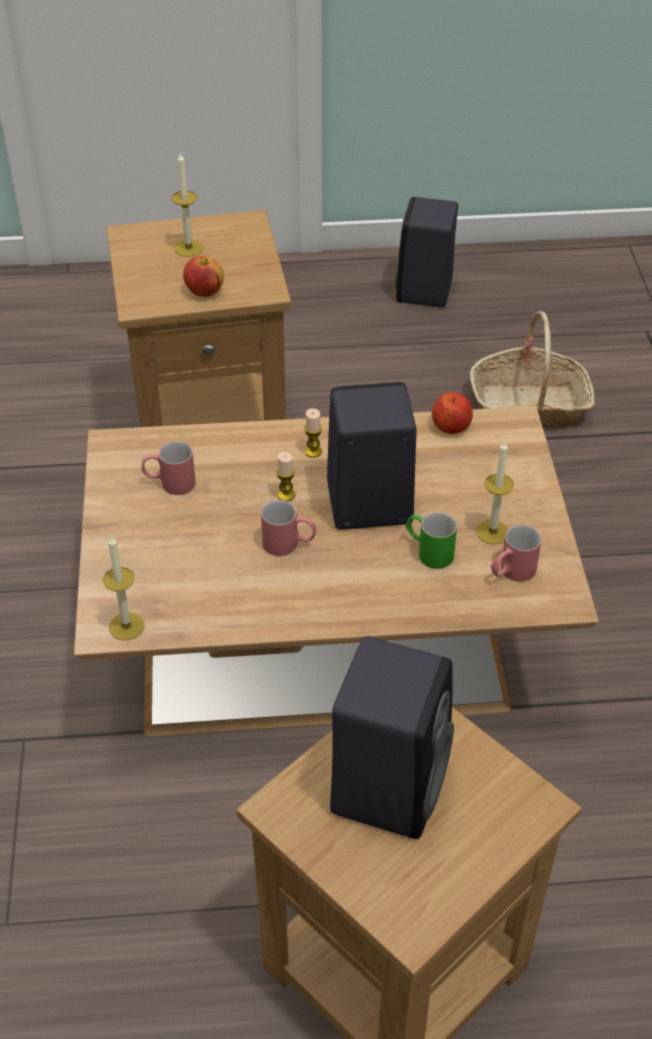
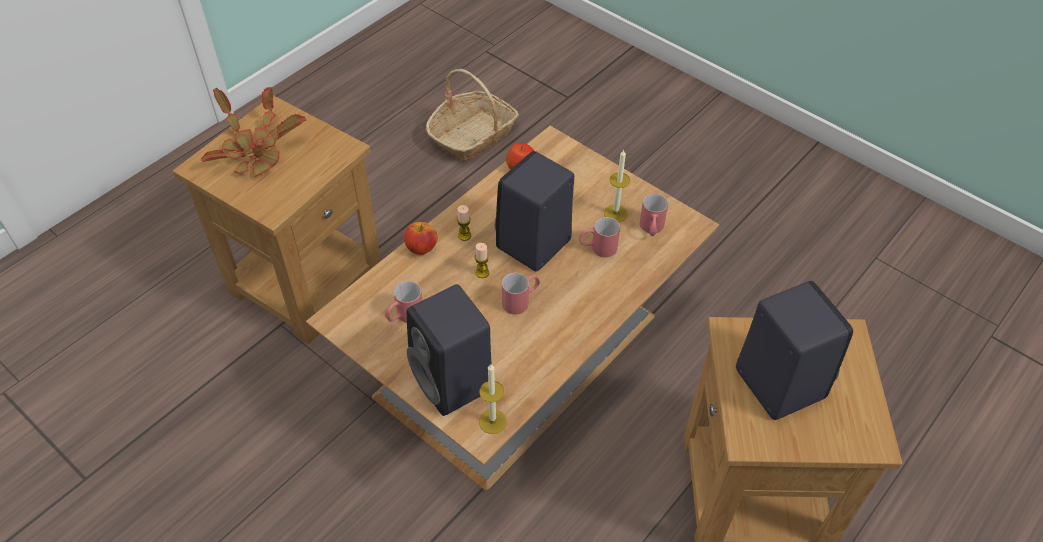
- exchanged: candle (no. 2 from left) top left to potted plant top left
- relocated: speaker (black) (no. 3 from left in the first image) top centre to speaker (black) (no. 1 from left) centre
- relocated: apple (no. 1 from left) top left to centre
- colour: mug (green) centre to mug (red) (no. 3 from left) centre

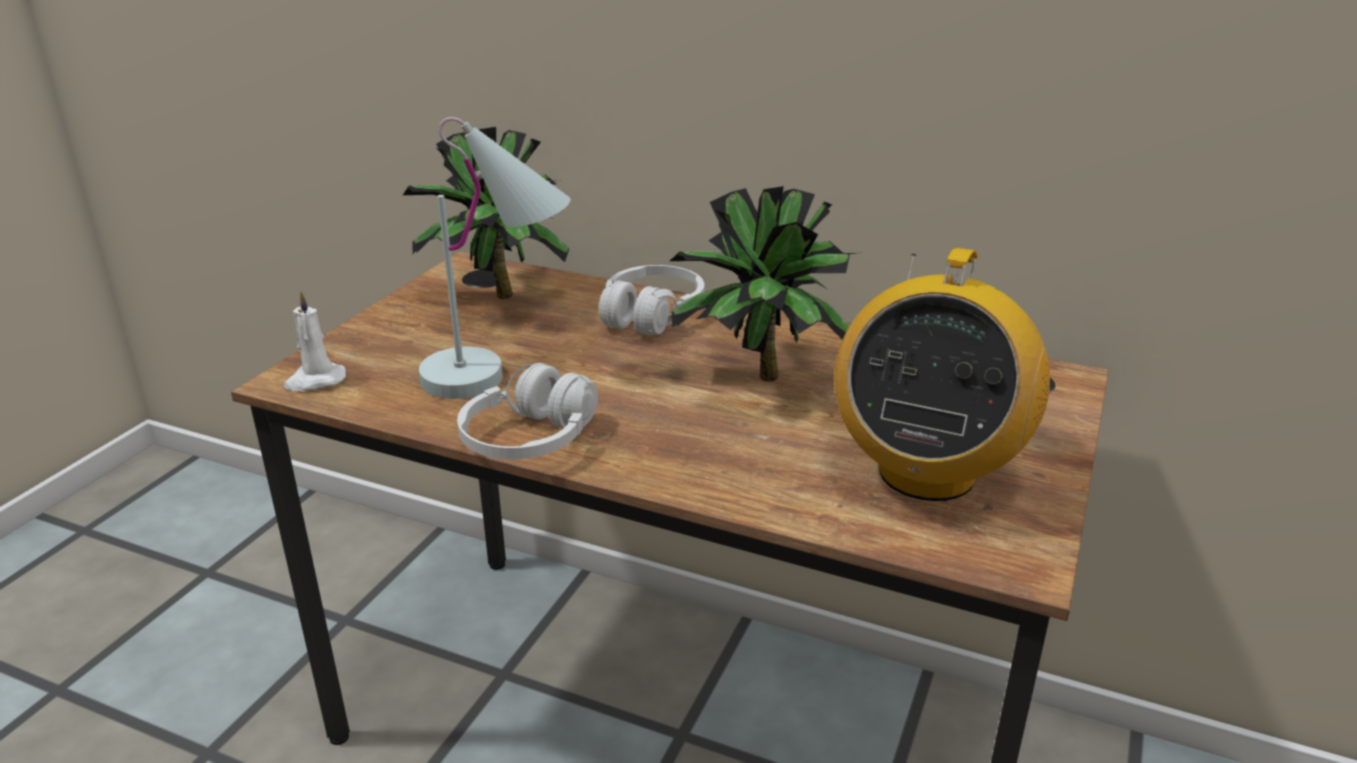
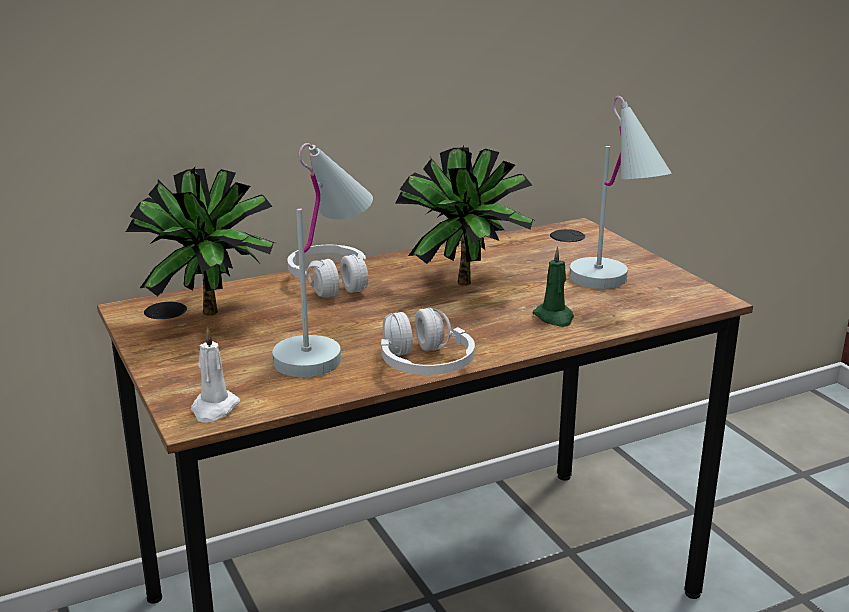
- exchanged: radio middle right to table lamp (white) (no. 2 from left) top right
- appeared: candle (green) centre

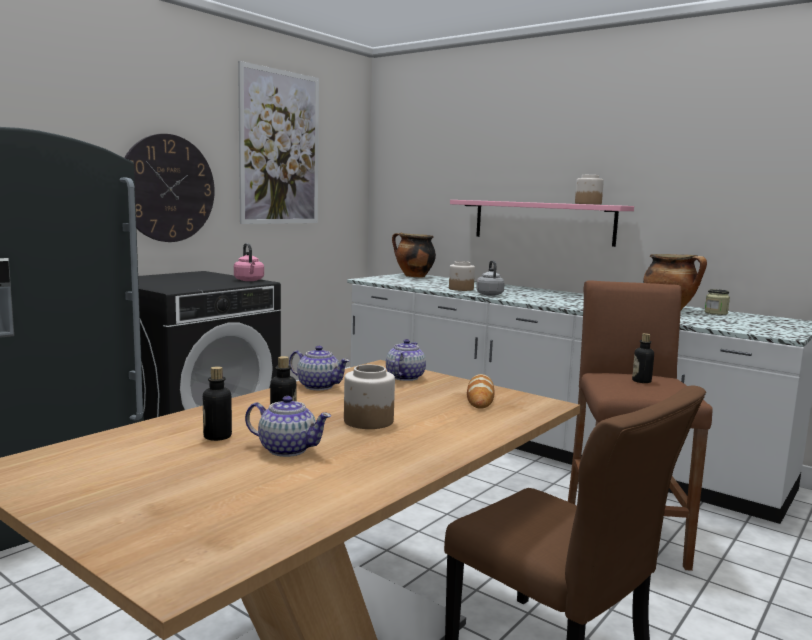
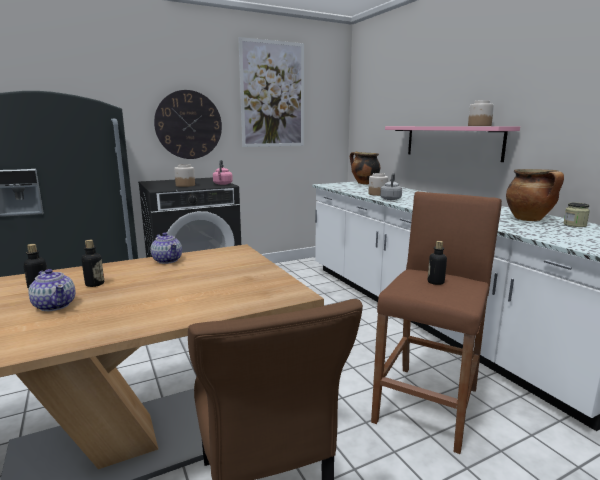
- missing: teapot (no. 3 from left) centre
- relocated: jar (no. 1 from left) centre to middle left
- missing: bread centre

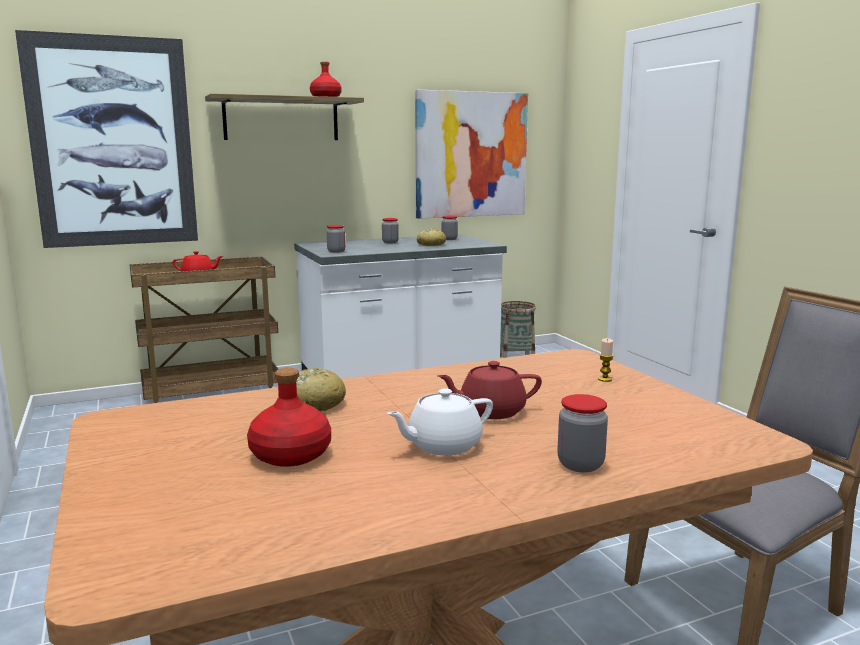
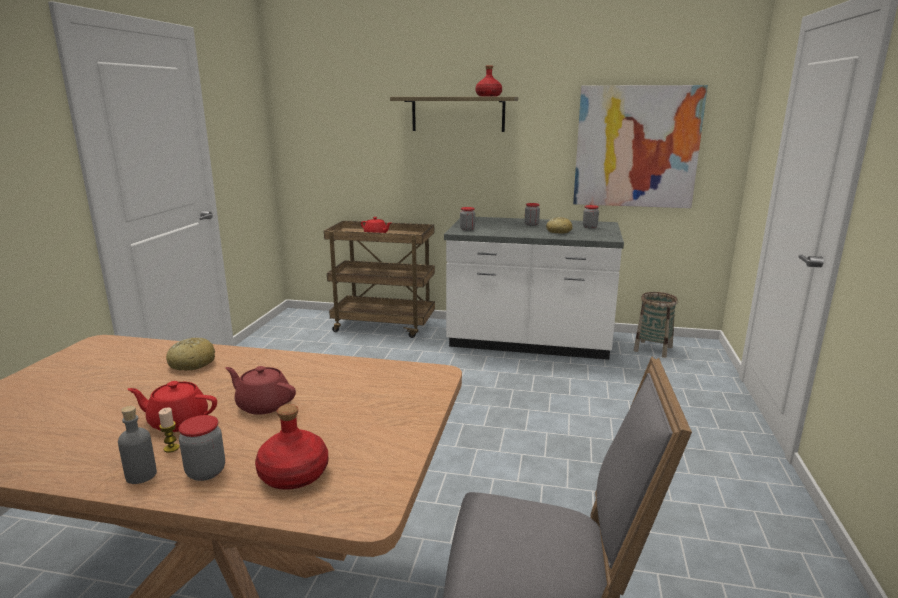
- missing: picture (no. 1 from left) top left
- relocated: candle middle right to bottom left
- relocated: bottle (red) (no. 1 from left) centre to bottom left
- colour: teapot (white) centre to teapot (red) (no. 1 from left) bottom left
- appeared: bottle (grey) bottom left

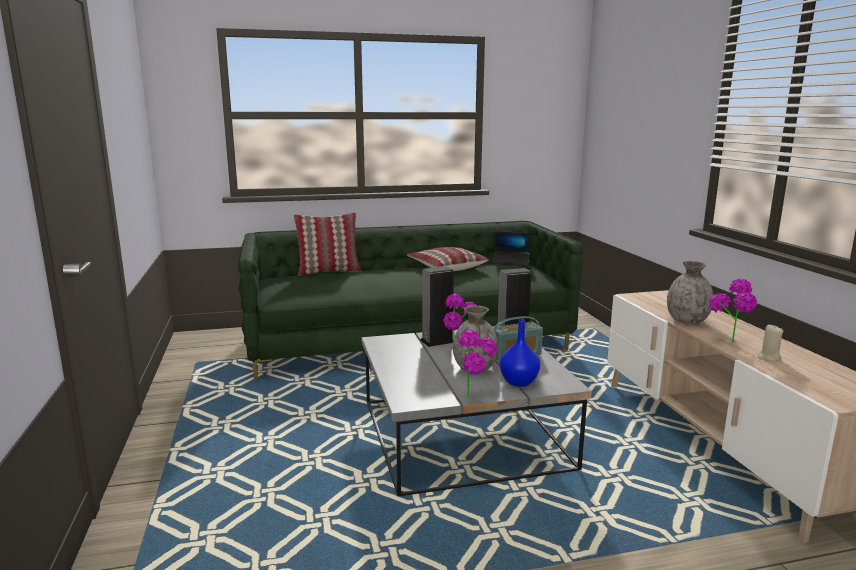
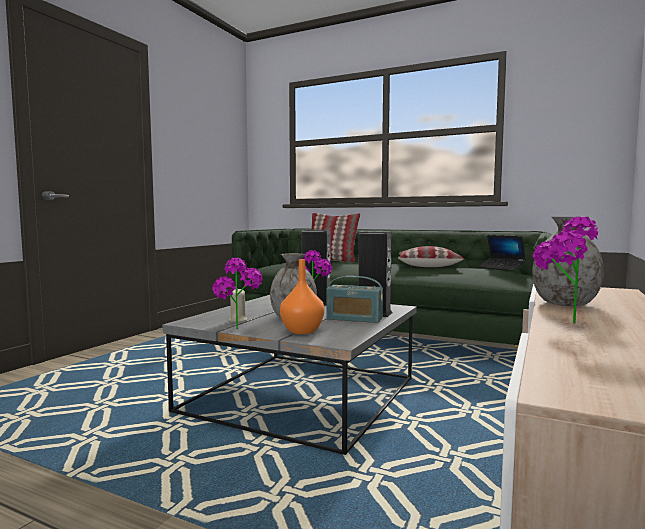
- colour: vase (blue) centre to vase (orange) centre
- relocated: candle (beige) middle right to centre

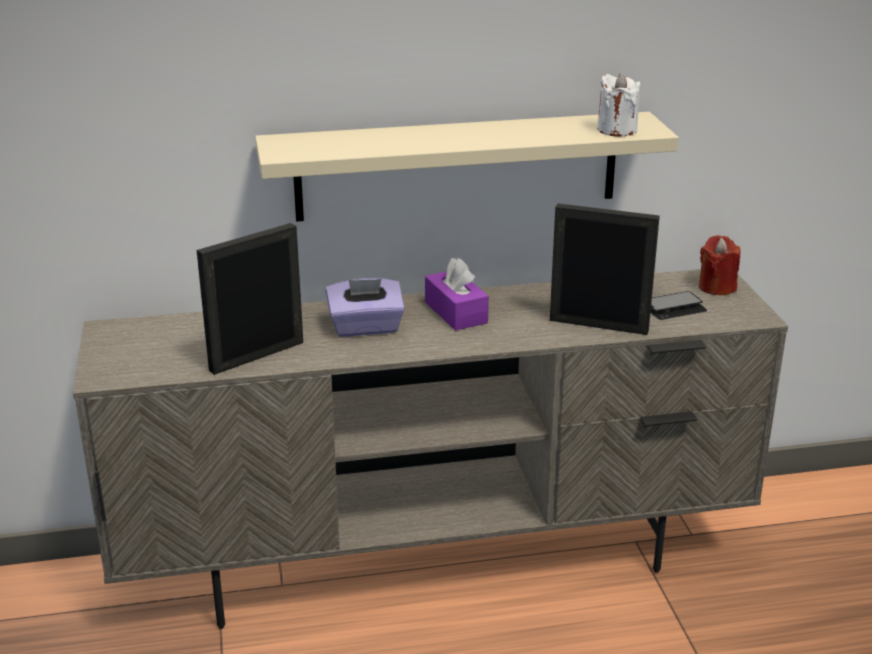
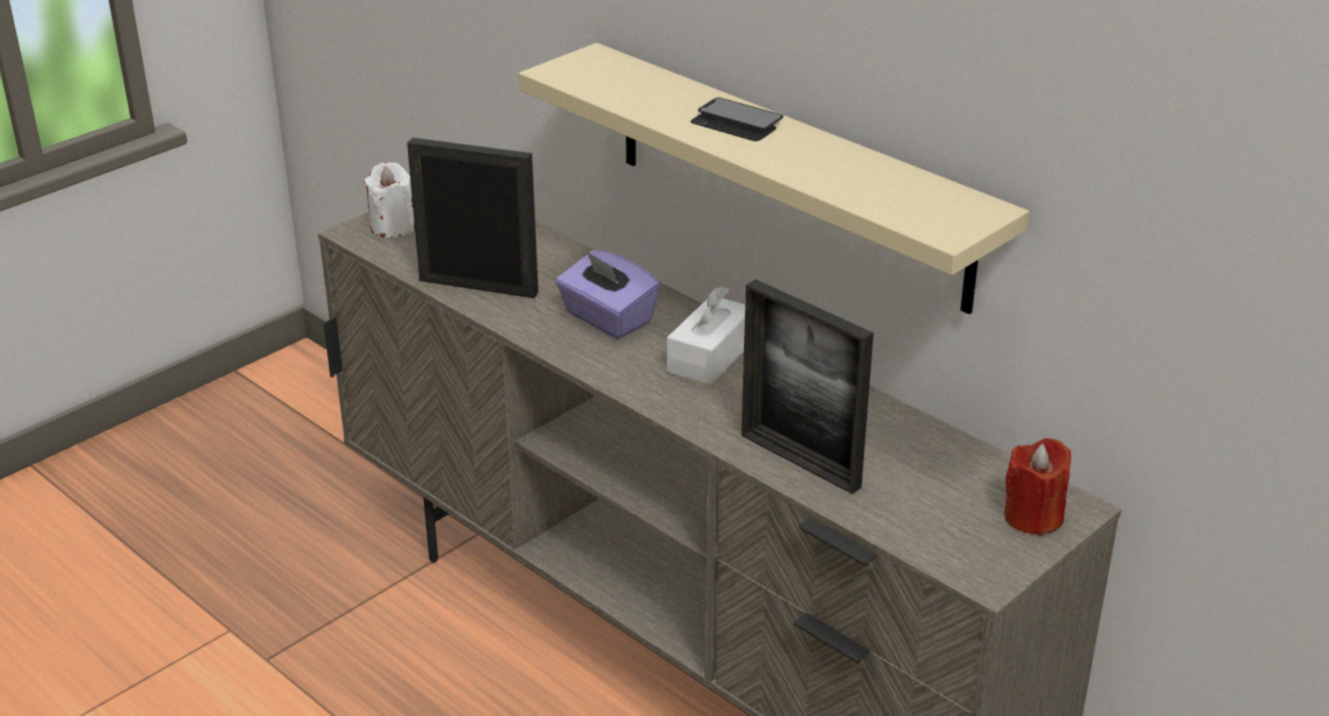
- relocated: candle (white) top right to top left
- spun: picture frame (no. 2 from left) middle right = centre 150 degrees clockwise
- colour: tissue box (purple) (no. 2 from left) centre to tissue box (white) centre
- relocated: phone middle right to top centre

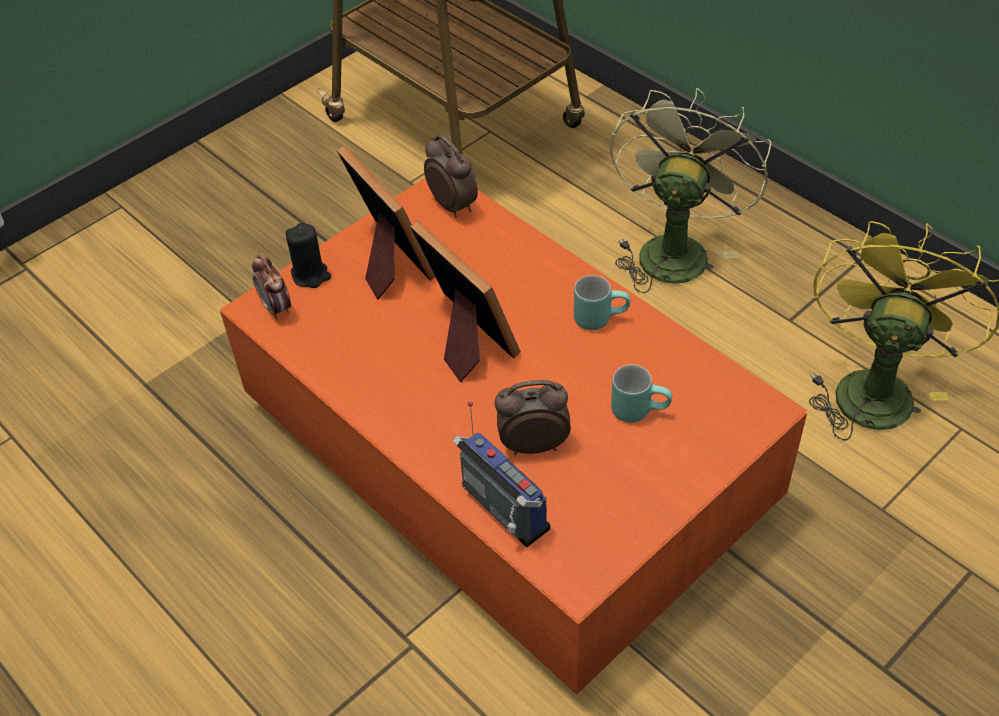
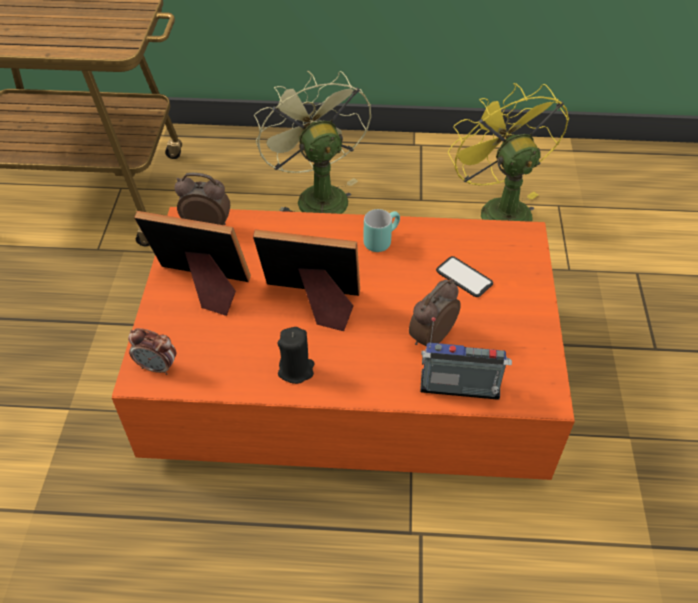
- relocated: candle (black) middle left to centre
- exchanged: mug (turquoise) (no. 2 from left) centre to phone centre

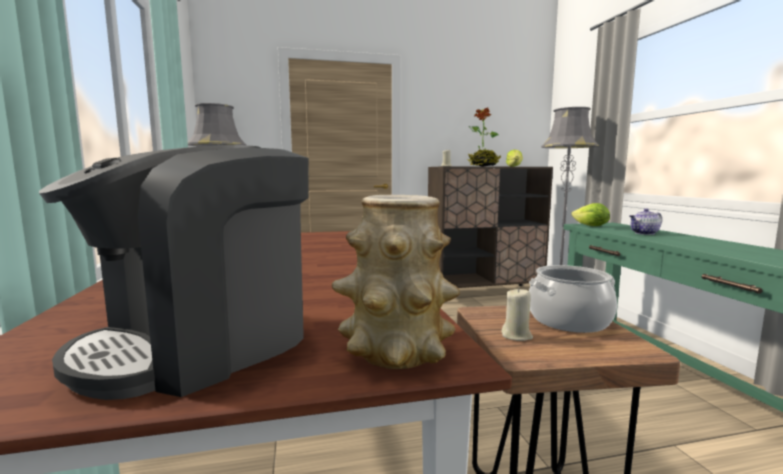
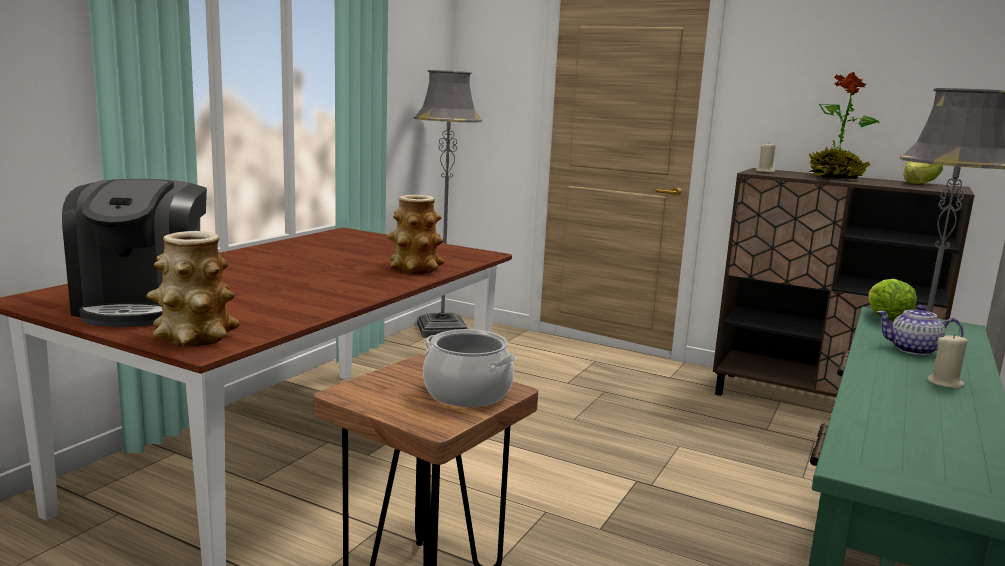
- spun: coffee machine middle left = middle left 90 degrees counterclockwise
- relocated: candle (beige) (no. 2 from left) centre to middle right
- appeared: vase (no. 2 from left) centre

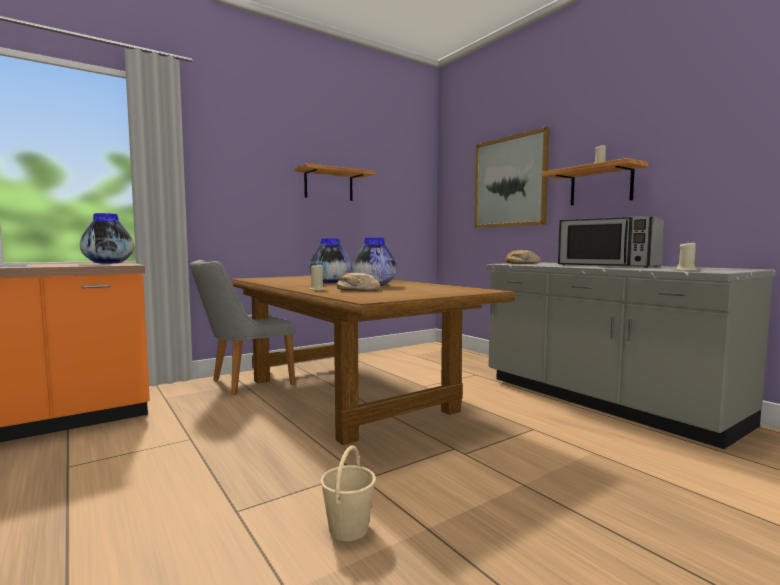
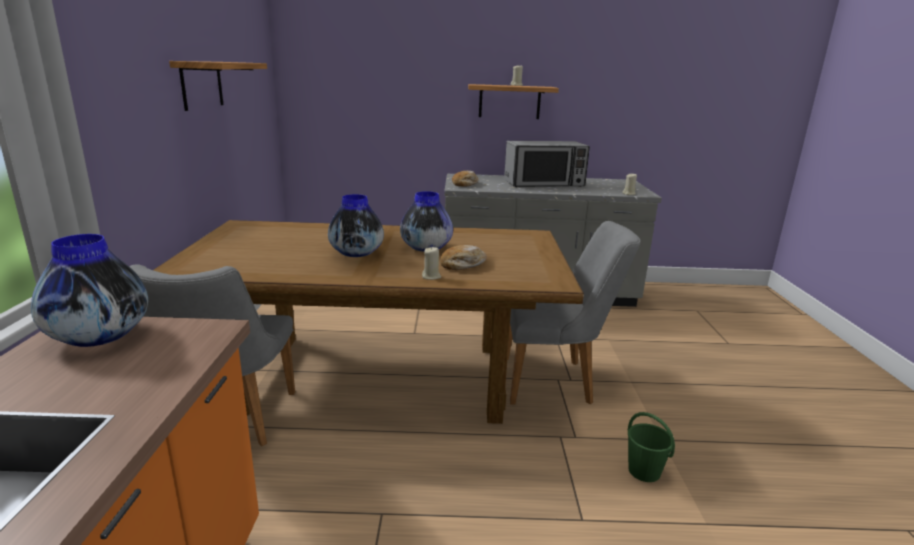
- missing: picture top centre
- colour: bucket (beige) bottom centre to bucket (green) bottom right
- appeared: chair (grey) (no. 2 from left) centre

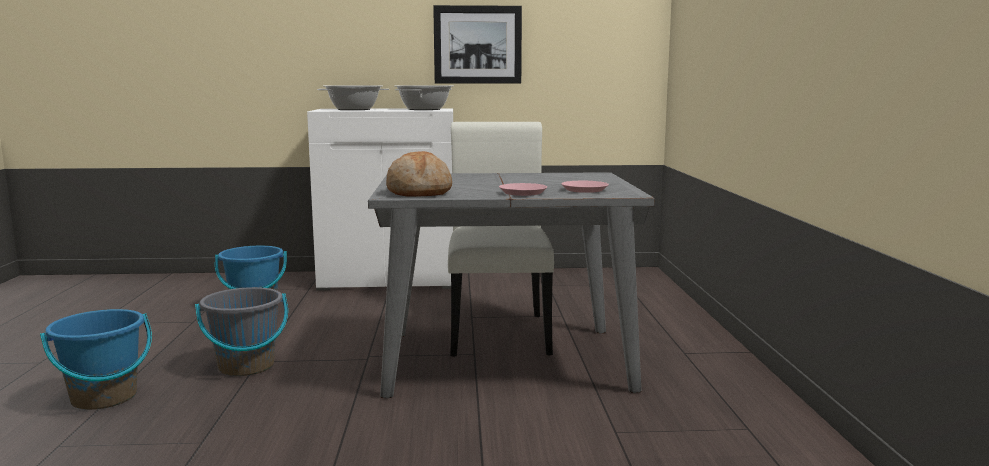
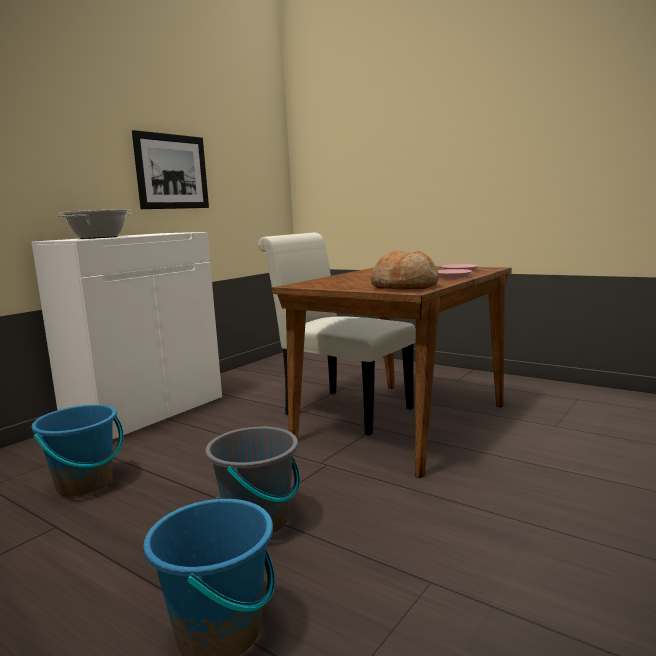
- missing: cooking pot (no. 2 from left) top centre
- colour: dining table (grey) centre to dining table (brown) centre

